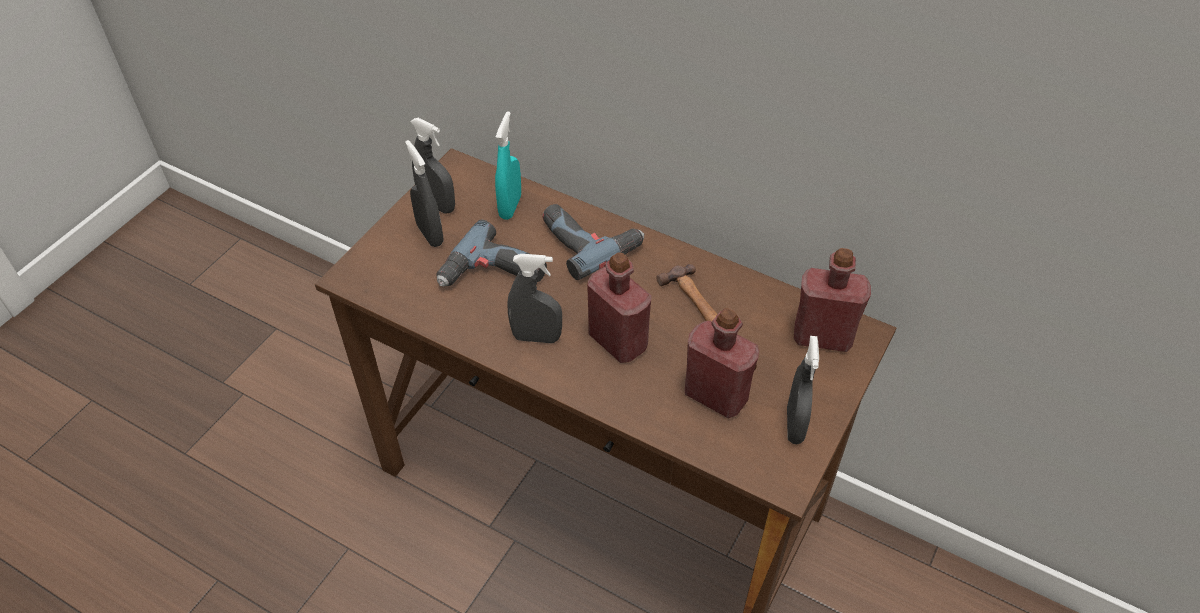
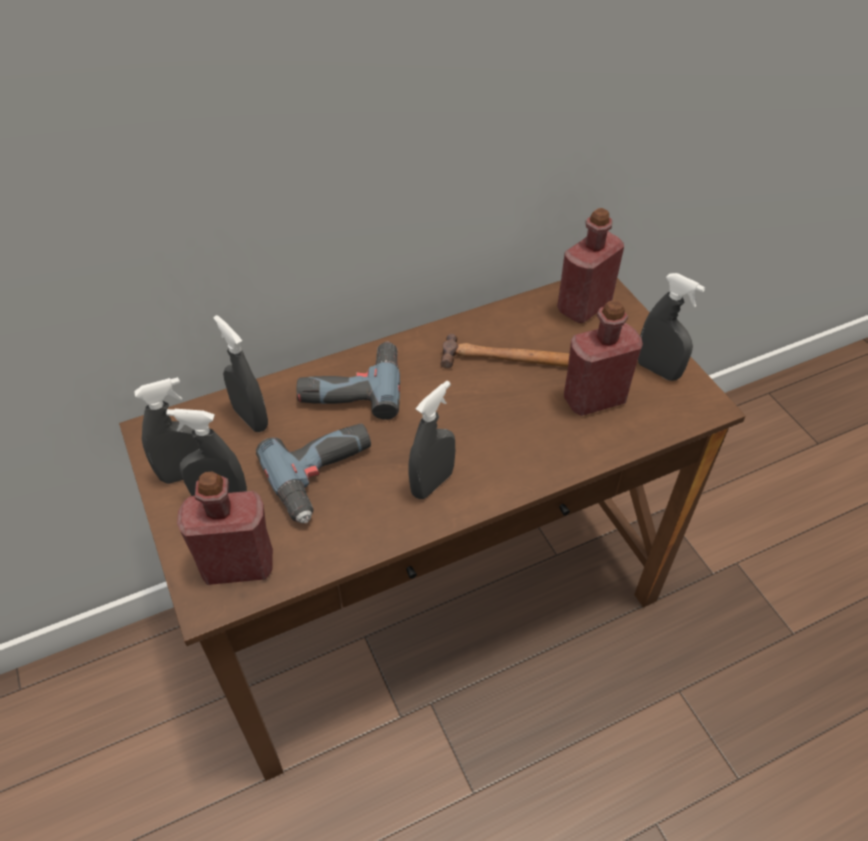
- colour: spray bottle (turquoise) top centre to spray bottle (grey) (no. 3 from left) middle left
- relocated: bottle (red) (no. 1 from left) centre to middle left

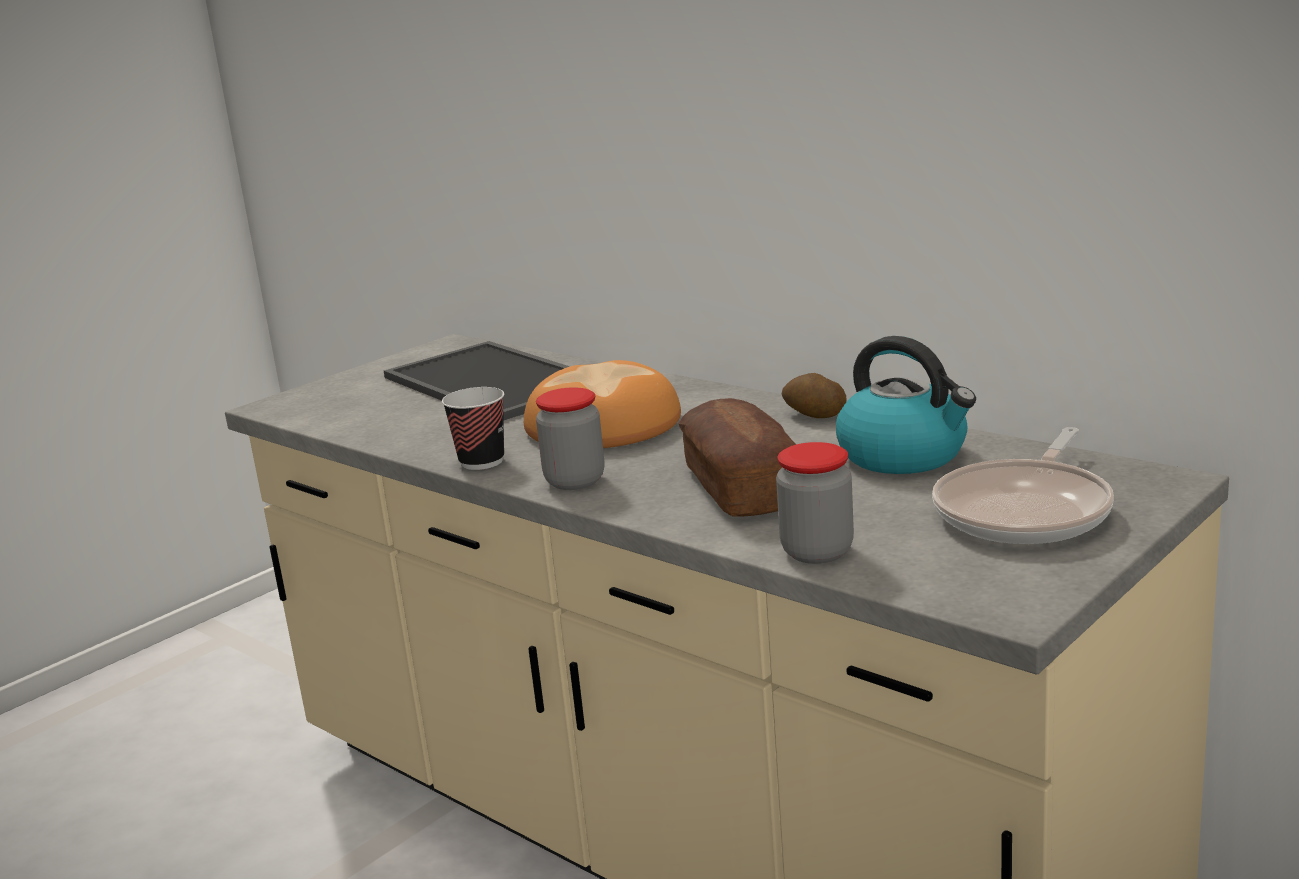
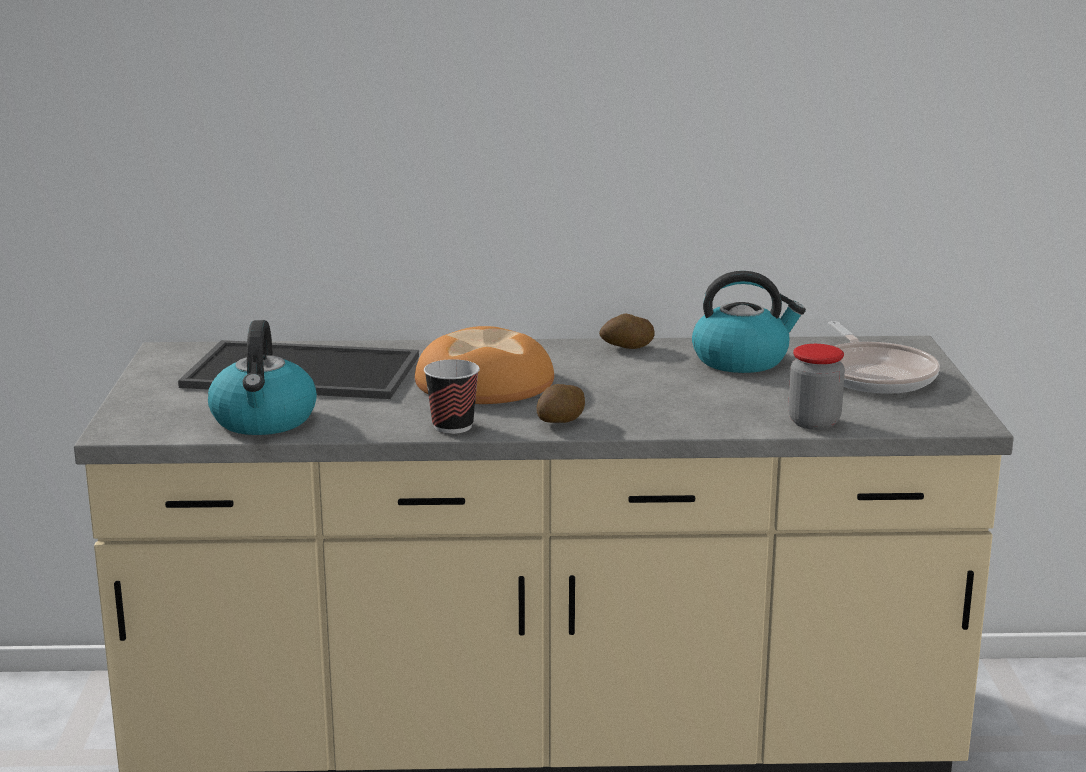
- exchanged: jar (no. 1 from left) centre to potato (no. 1 from left) centre
- missing: bread (no. 2 from left) centre
- appeared: kettle (no. 1 from left) middle left

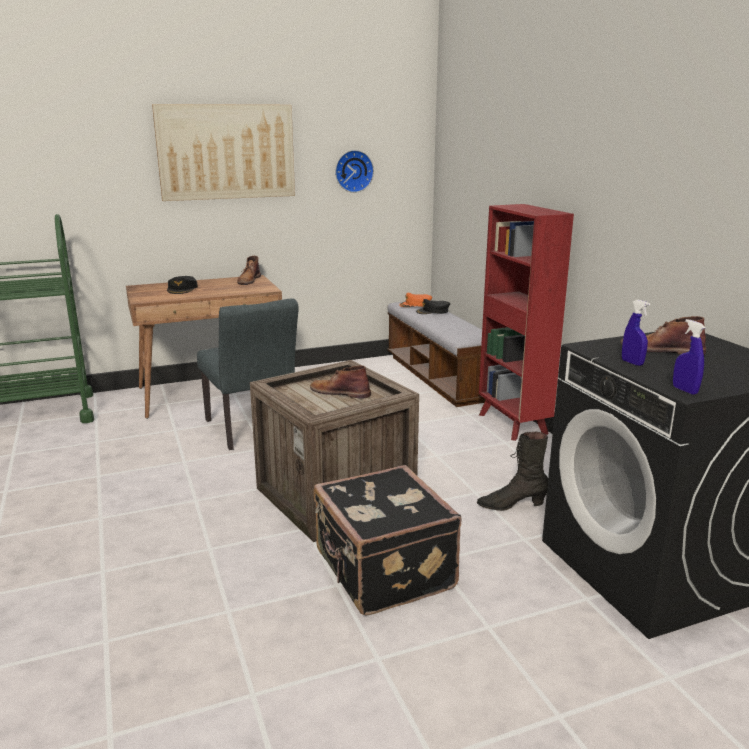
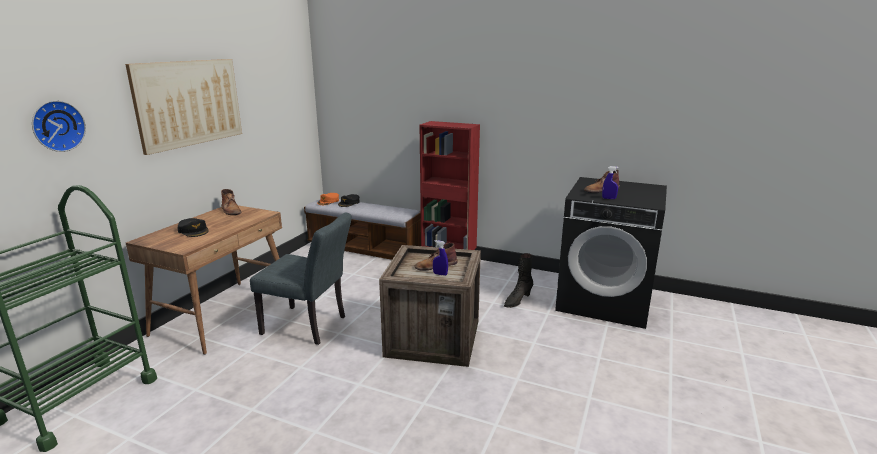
- relocated: wall clock top centre to top left
- relocated: spray bottle (blue) (no. 2 from left in the first image) middle right to spray bottle (blue) (no. 1 from left) centre
- missing: suitcase (black) bottom centre

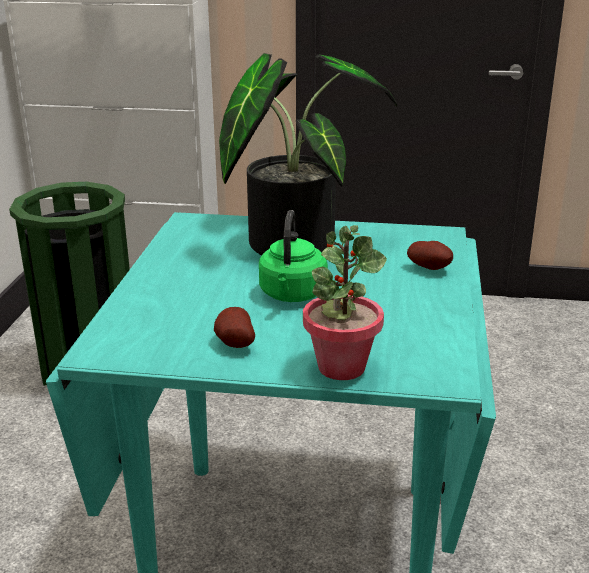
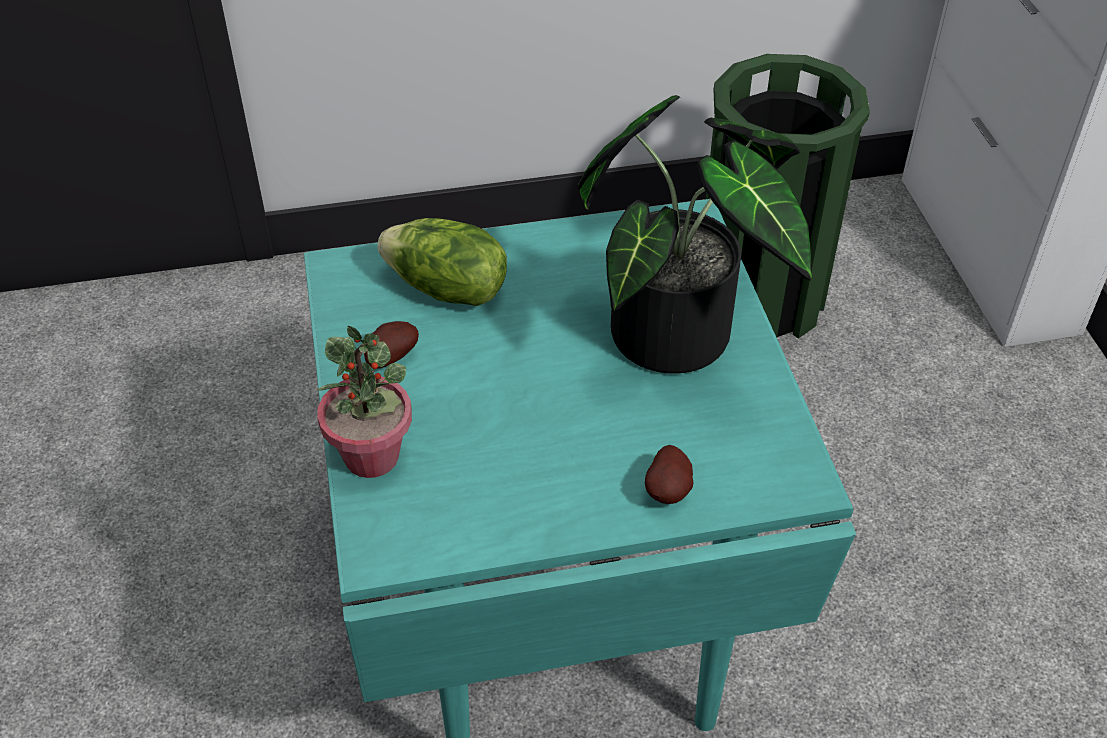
- missing: kettle (green) centre
- appeared: lettuce centre

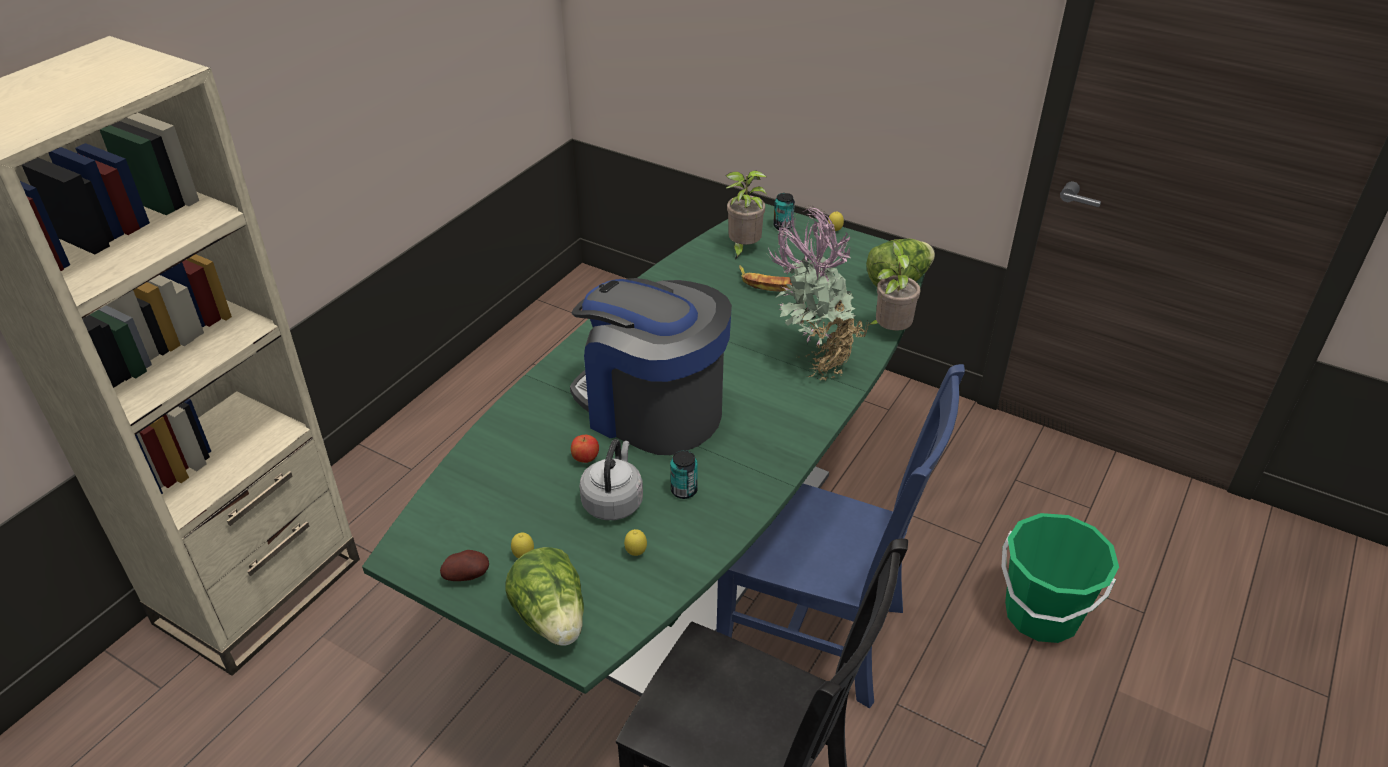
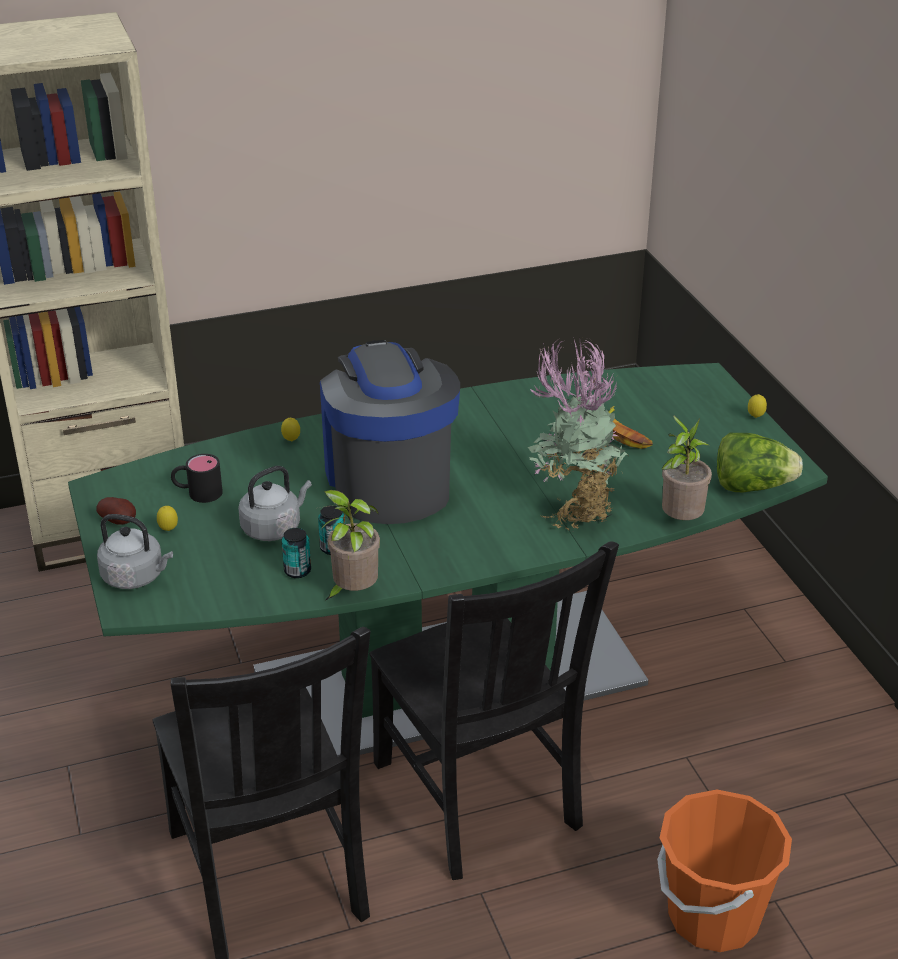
- relocated: potted plant (no. 1 from left) top centre to centre
- relocated: can (no. 2 from left in the first image) top centre to can (no. 1 from left) middle left
- colour: chair (blue) bottom centre to chair (black) (no. 2 from left) bottom centre
- missing: apple centre
- colour: bucket (green) bottom right to bucket (orange) bottom right
- relocated: lemon (no. 2 from left) bottom centre to middle left
- exchanged: lettuce (no. 1 from left) bottom centre to kettle (grey) (no. 1 from left) middle left
- appeared: mug (black) middle left

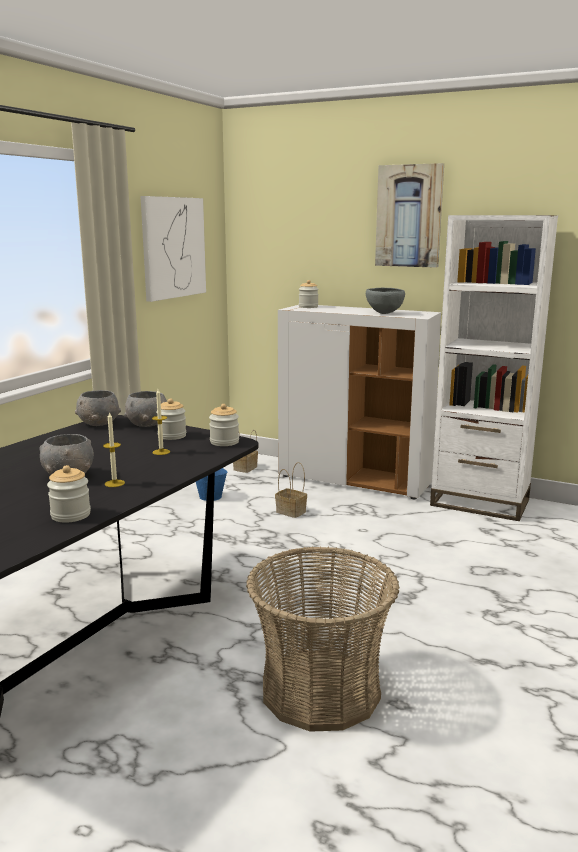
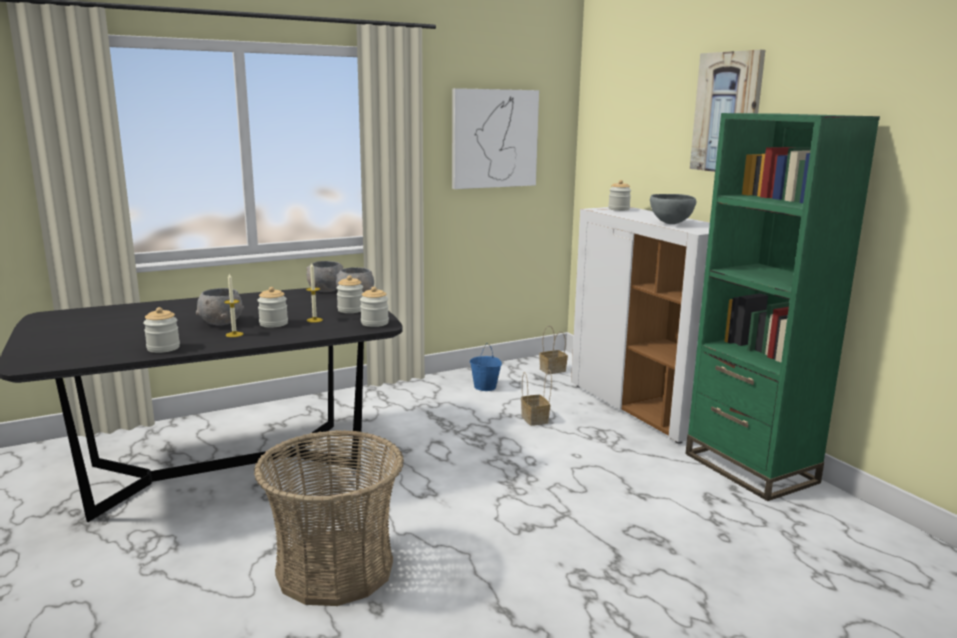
- colour: bookcase (white) middle right to bookcase (green) middle right
- appeared: jar (no. 2 from left) middle left

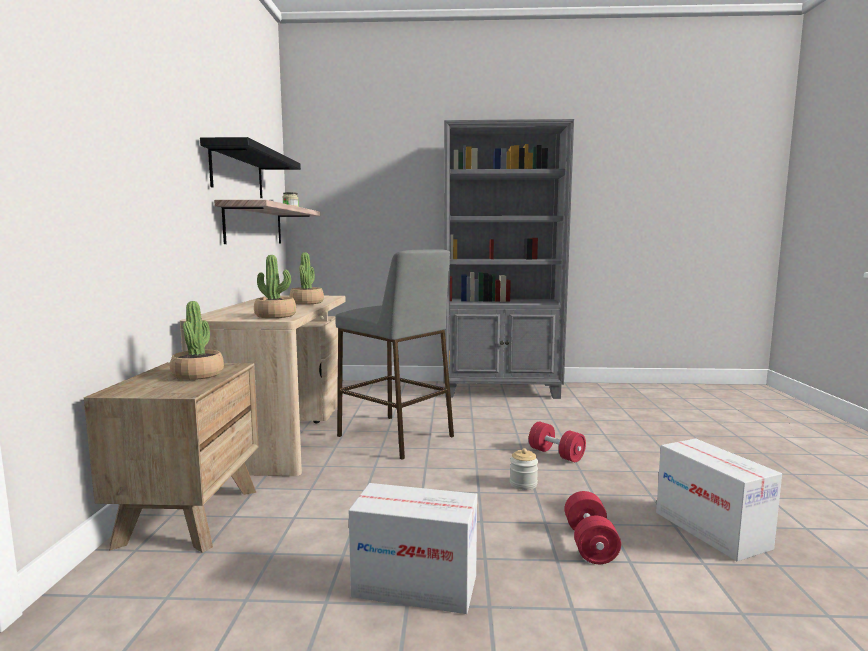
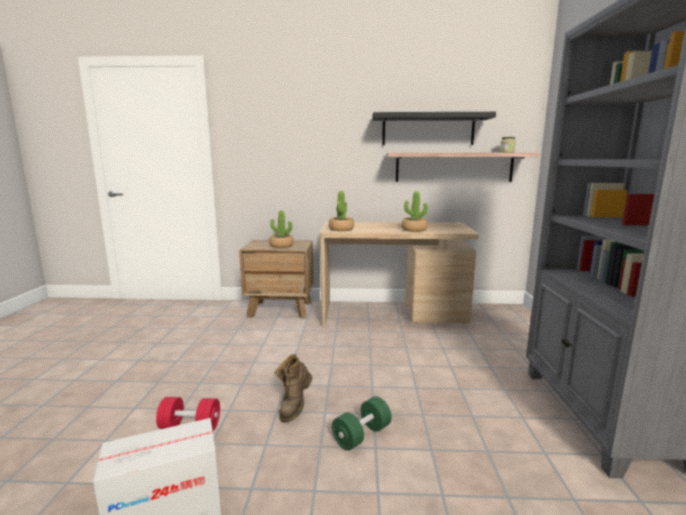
- missing: stool (grey) centre
- colour: dumbbell (red) (no. 1 from left) bottom centre to dumbbell (green) bottom centre
- exchanged: jar (no. 2 from left) bottom centre to boot (brown) bottom centre
- missing: cardboard box (no. 1 from left) bottom centre

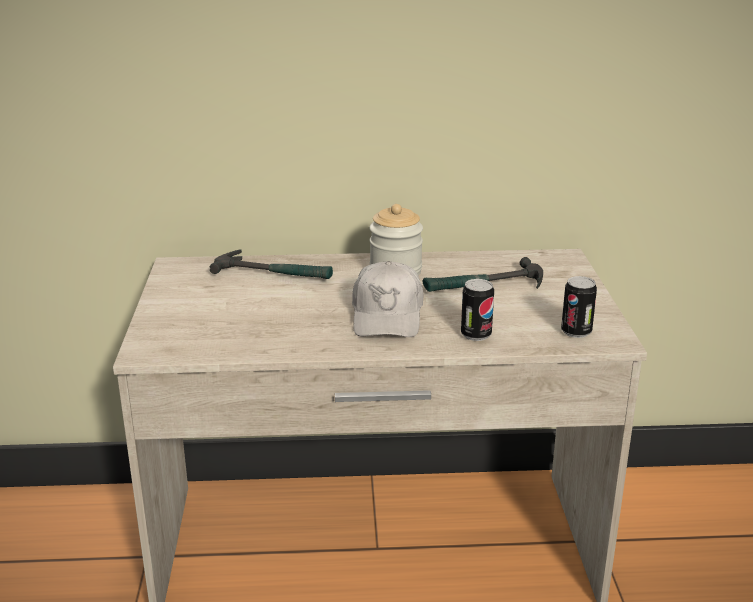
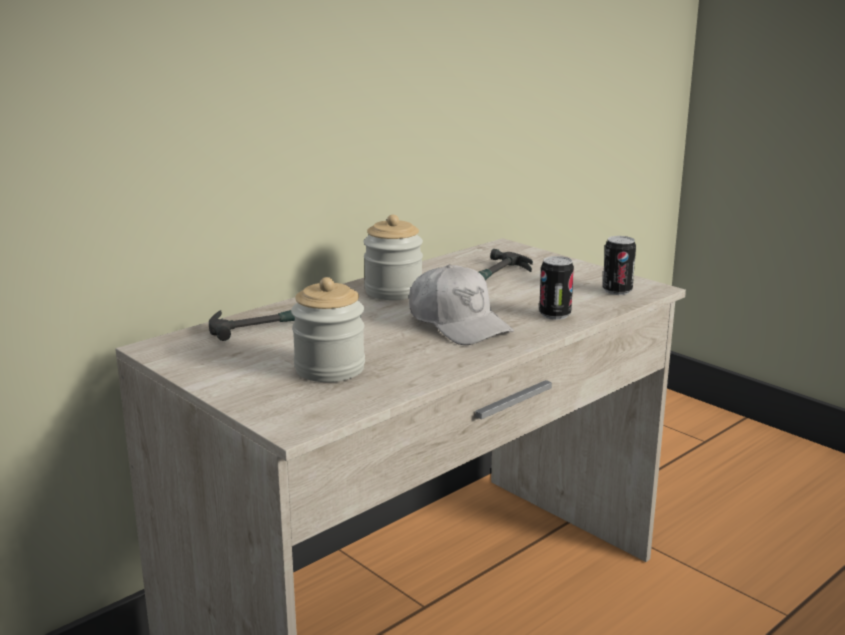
- appeared: jar (no. 1 from left) centre

